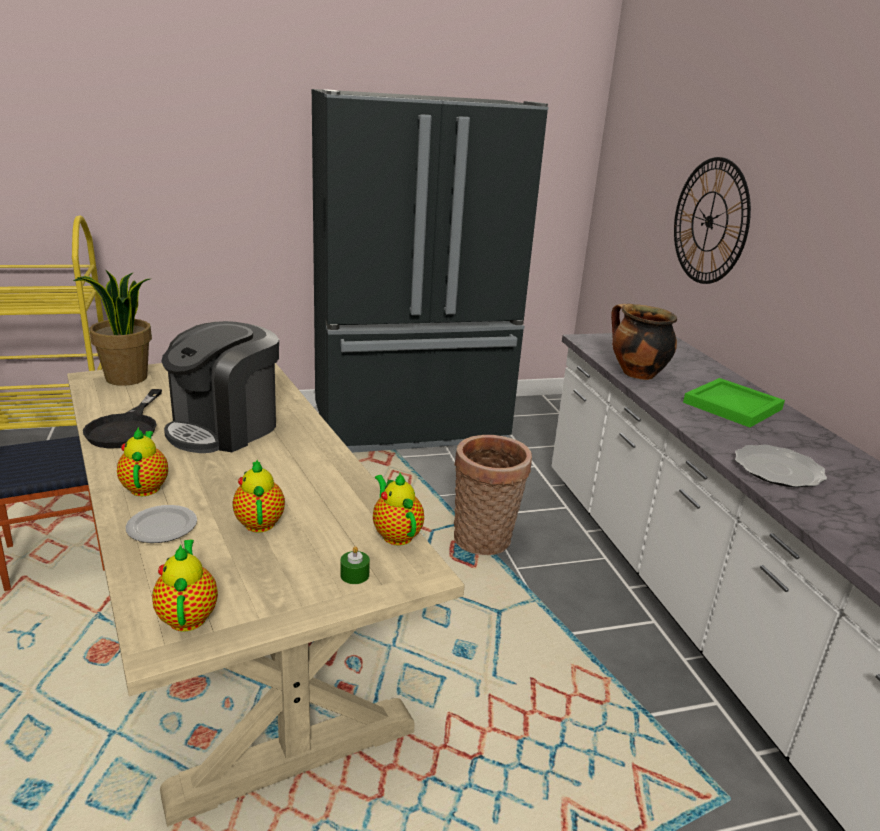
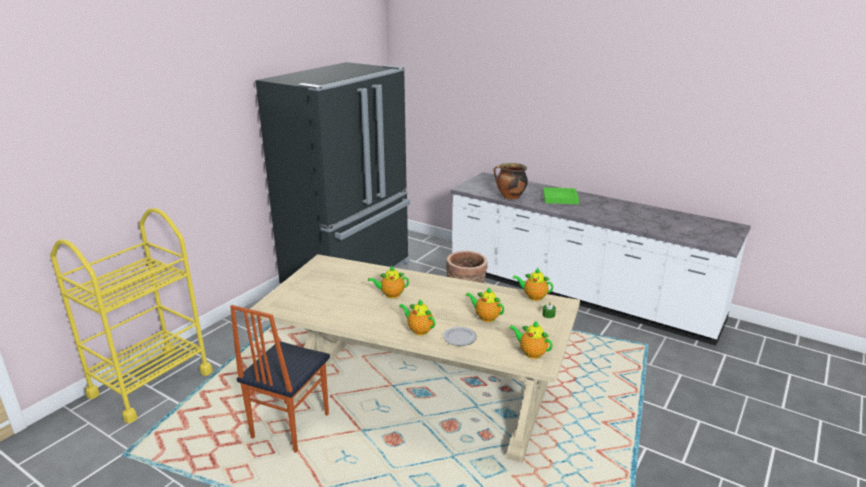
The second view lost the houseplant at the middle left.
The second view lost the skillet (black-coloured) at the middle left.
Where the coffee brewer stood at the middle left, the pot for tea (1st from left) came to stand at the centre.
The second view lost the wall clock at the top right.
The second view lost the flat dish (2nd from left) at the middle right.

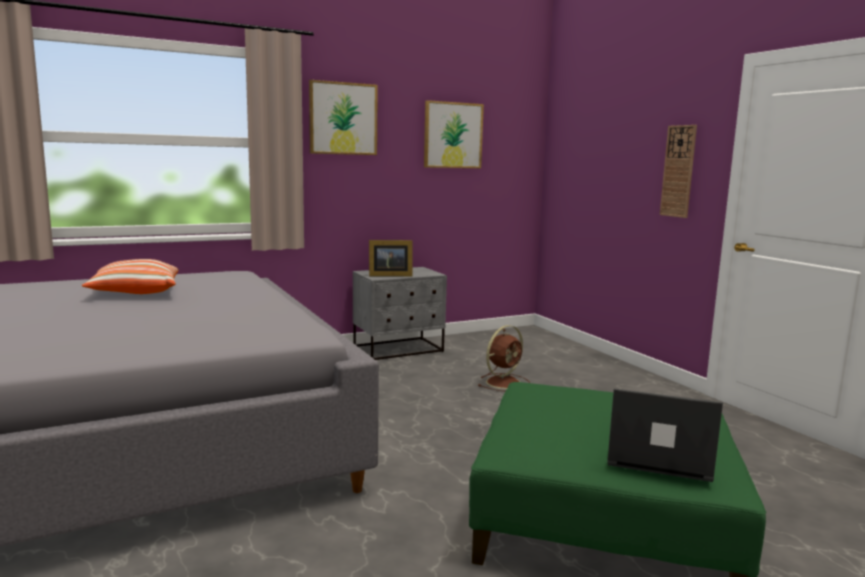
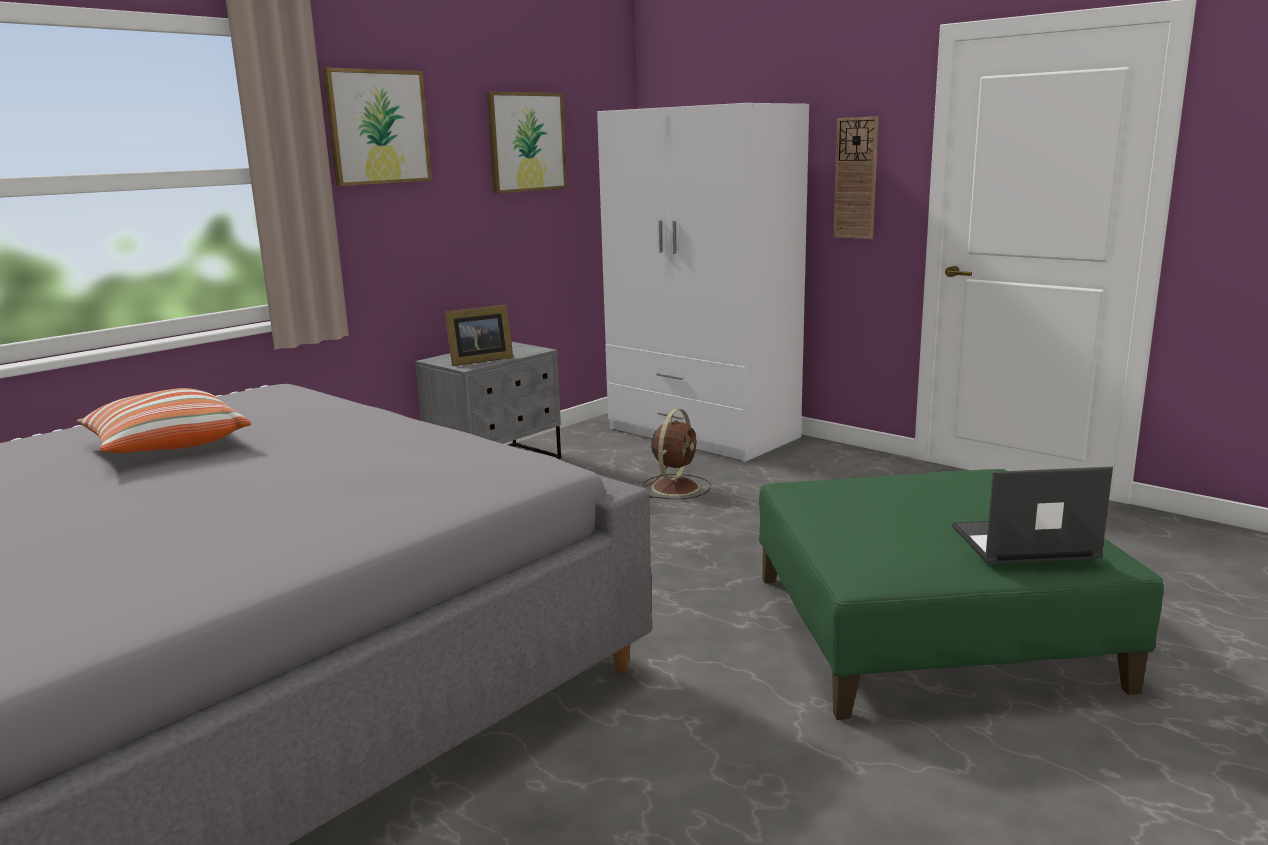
The second view gained the wardrobe (white) at the centre.

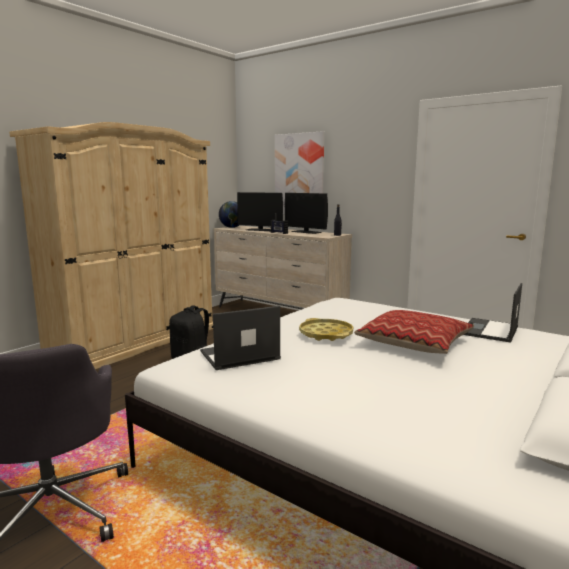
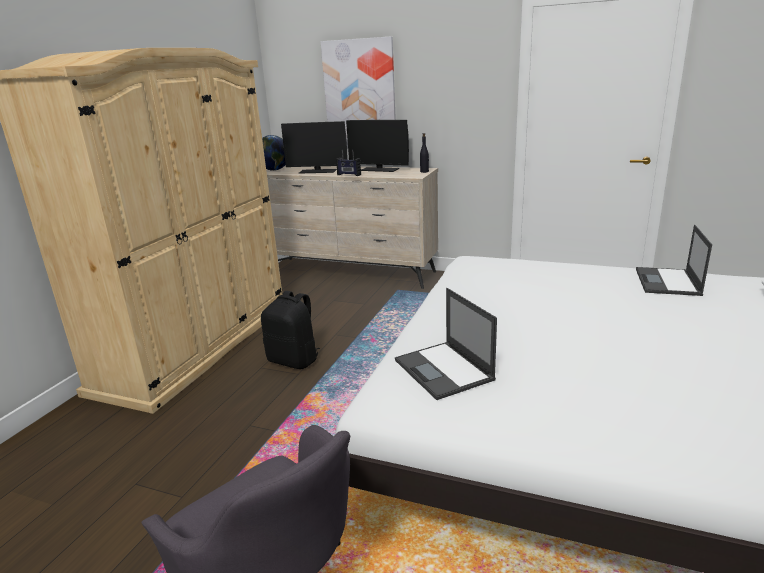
The portable computer (1st from left) at the centre ended up facing another way, 75 degrees counterclockwise from before.
The second view lost the serving tray (yellow-coloured) at the centre.
The second view lost the pillow at the middle right.

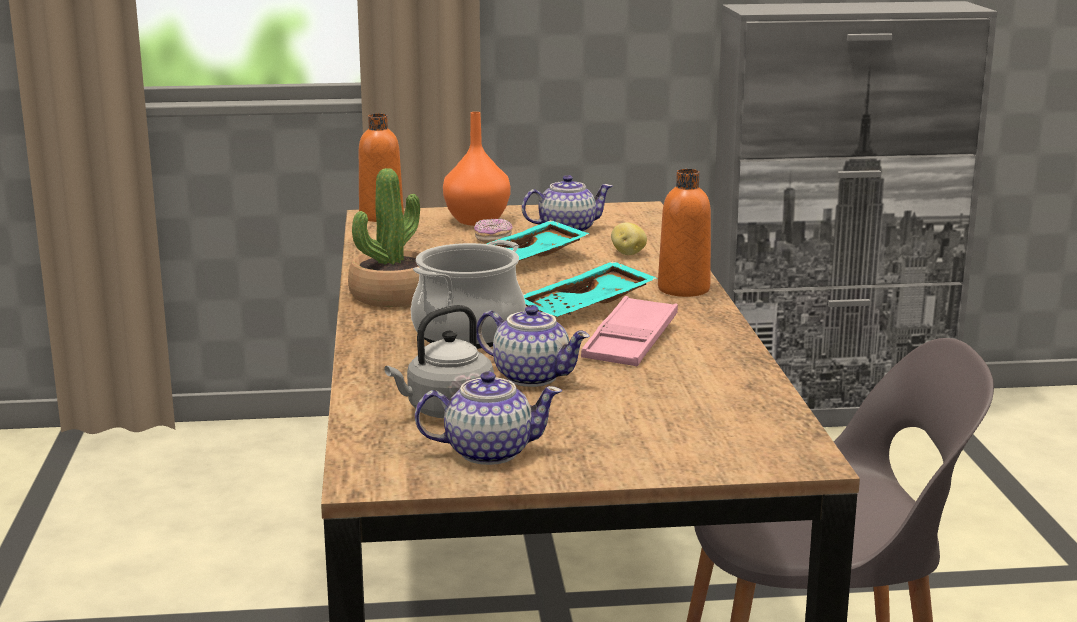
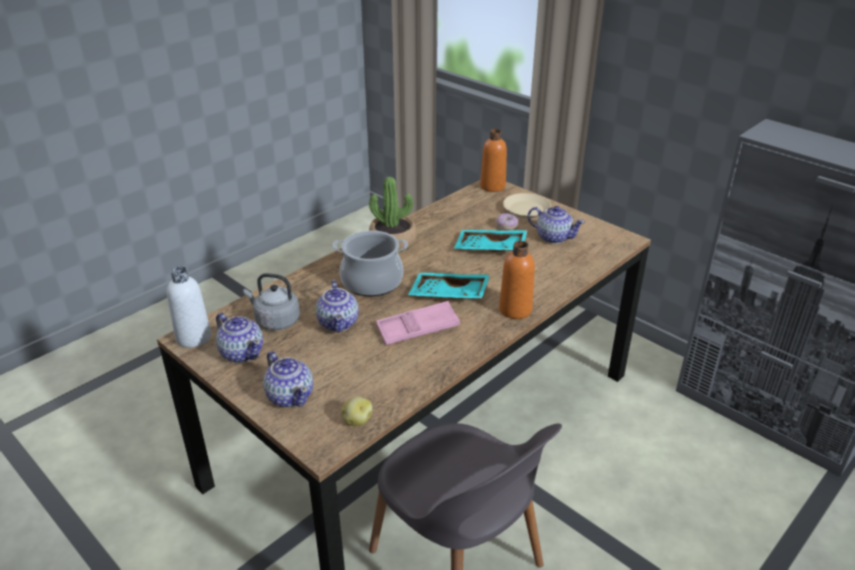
Where the flower vase (orangey) stood at the top centre, the flat dish (beige-coloured) came to stand at the centre.
The spud ended up elsewhere, having gone from the centre to the bottom centre.
The second view gained the bottle (white) at the middle left.
The second view gained the pot for tea (2nd from left) at the centre.

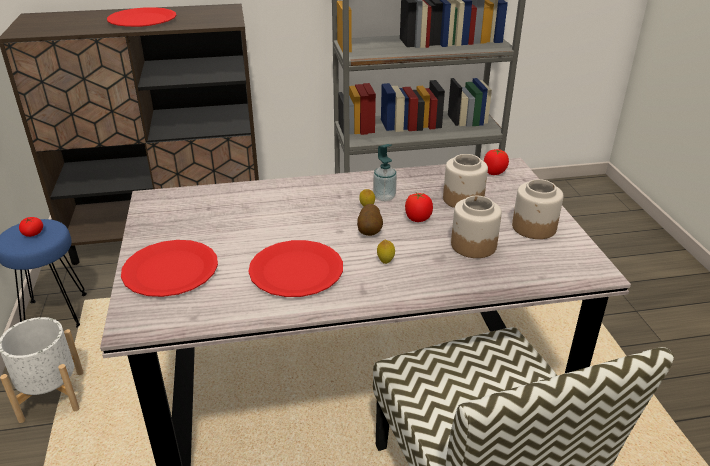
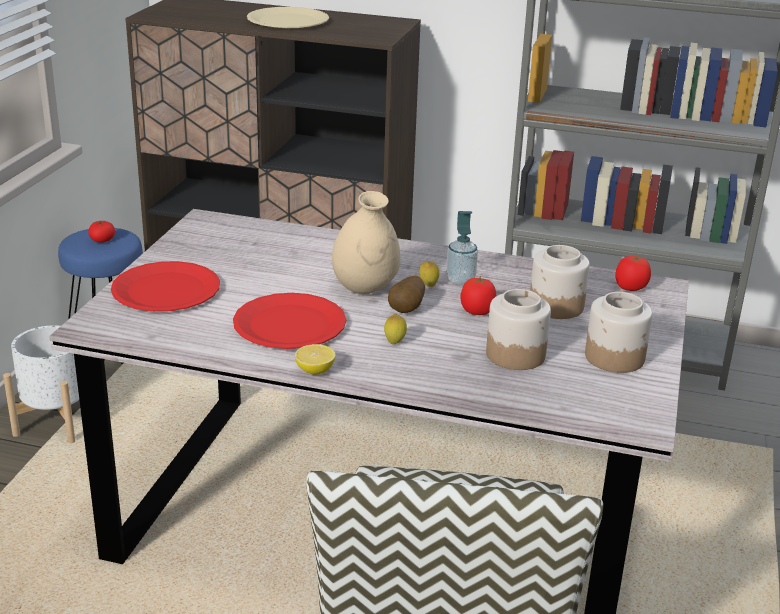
What was the flat dish (reddish) (1st from left) at the top left turned into the flat dish (beige-coloured) at the top centre.
The second view gained the citrus fruit (1st from left) at the centre.
The second view gained the flower vase (beige-coloured) at the centre.

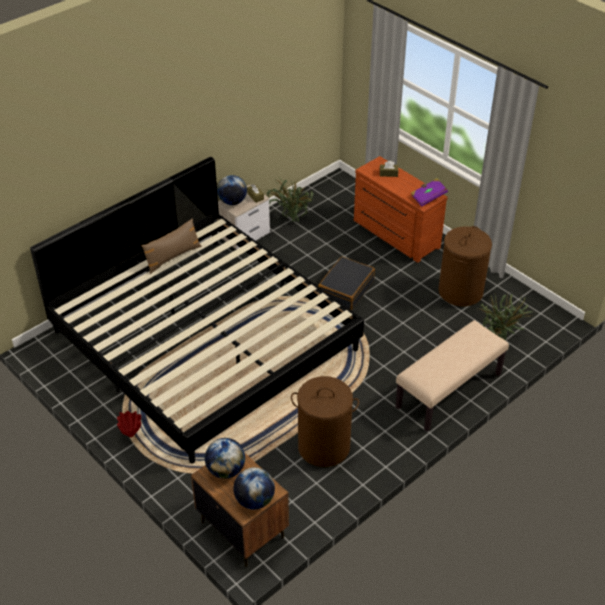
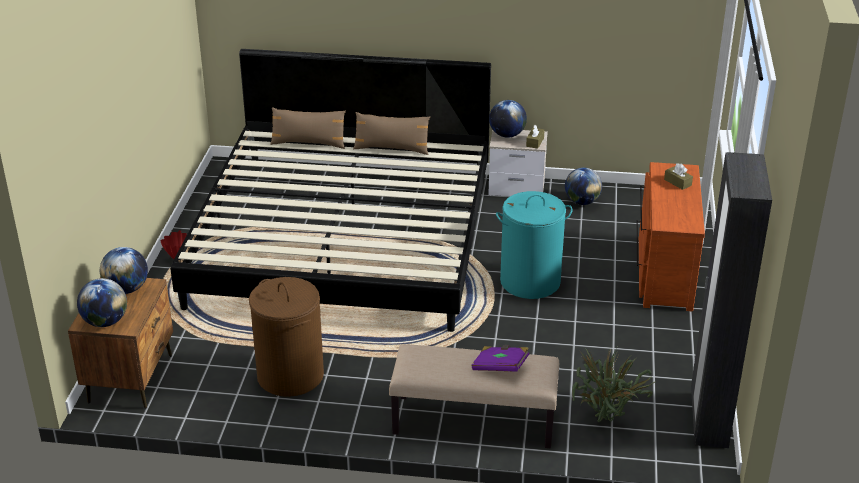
Where the houseplant (1st from left) stood at the top centre, the globe (4th from left) came to stand at the middle right.
Where the travel case (black-coloured) stood at the centre, the washing basket (turquoise) came to stand at the centre.
The volume (purplish) ended up elsewhere, having gone from the top right to the bottom centre.
The second view lost the washing basket (brown) (2nd from left) at the middle right.
The second view gained the pillow (brown) (1st from left) at the top centre.
The second view gained the wardrobe (black-coloured) at the middle right.

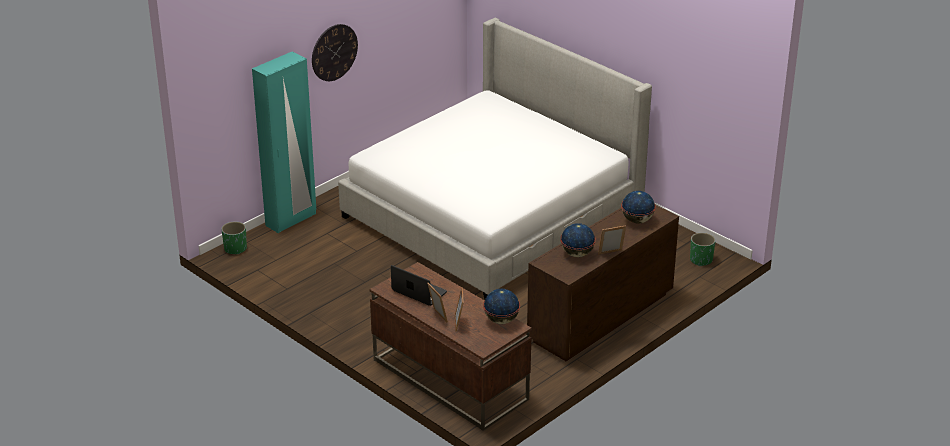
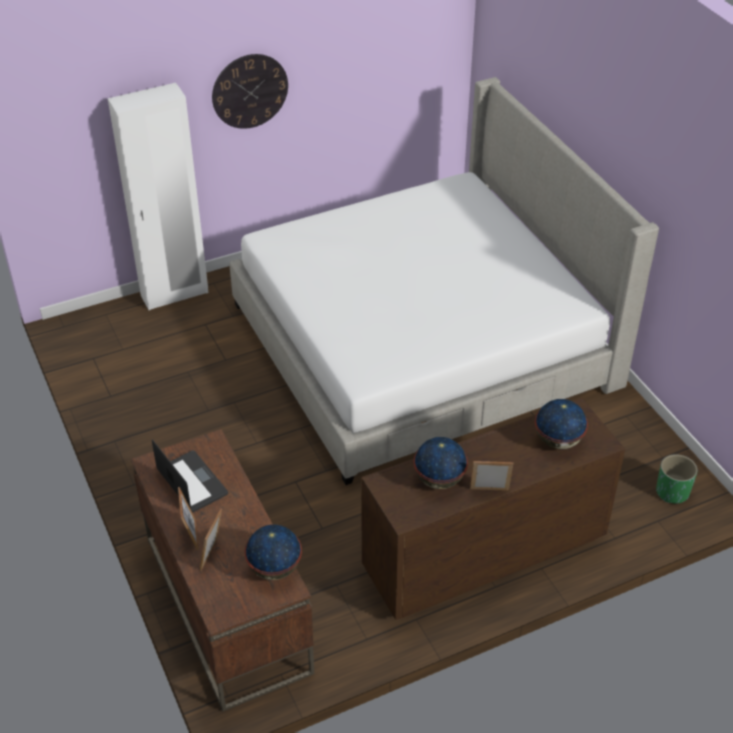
The second view lost the flower pot (green) (1st from left) at the middle left.
What was the wardrobe (turquoise) at the top left turned into the wardrobe (white) at the top left.

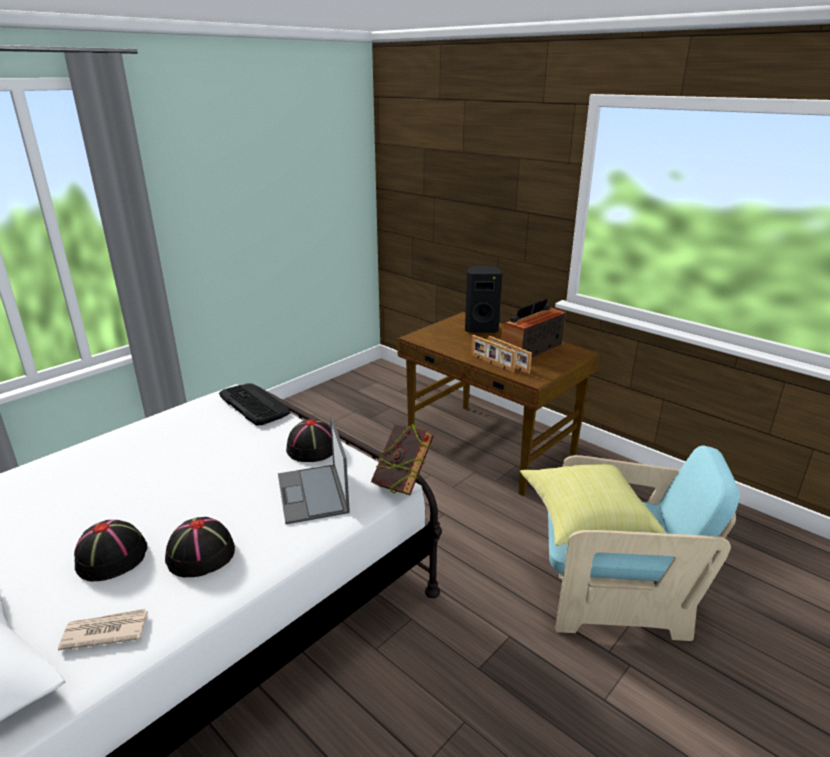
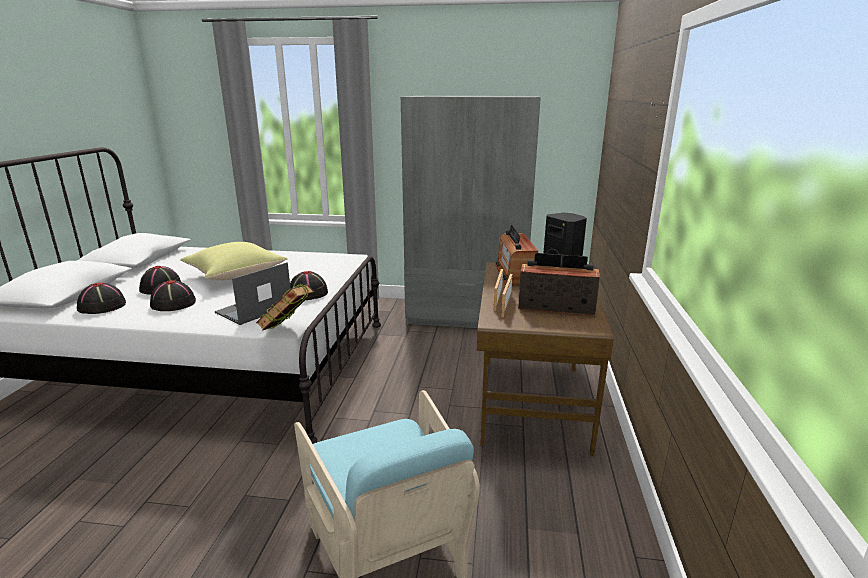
Where the printed paper stood at the bottom left, the hat (black-coloured) (1st from left) came to stand at the middle left.
The second view lost the PC keyboard at the middle left.
The pillow (yellow-coloured) ended up elsewhere, having gone from the middle right to the middle left.
The second view gained the wardrobe (gray) at the centre.
The second view gained the radio (1st from left) at the centre.

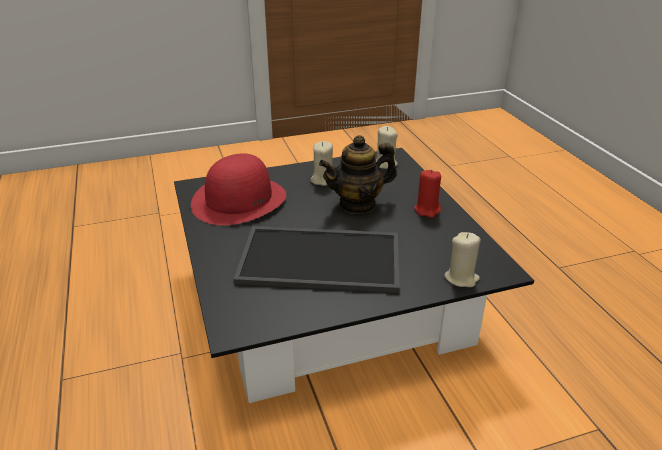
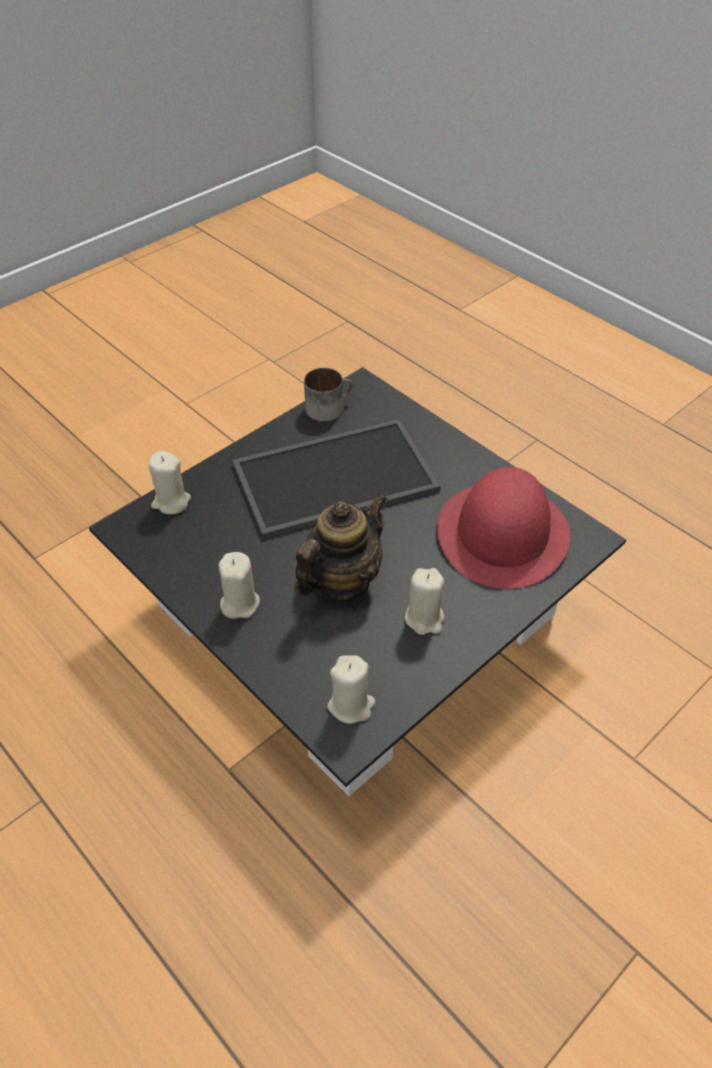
What was the candle (reddish) at the centre turned into the candle (beige-coloured) (2nd from left) at the centre.
The second view gained the mug at the centre.

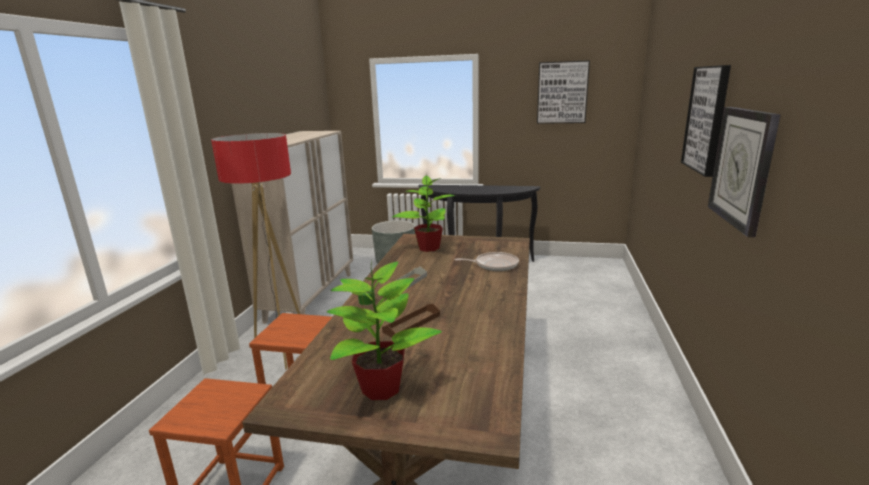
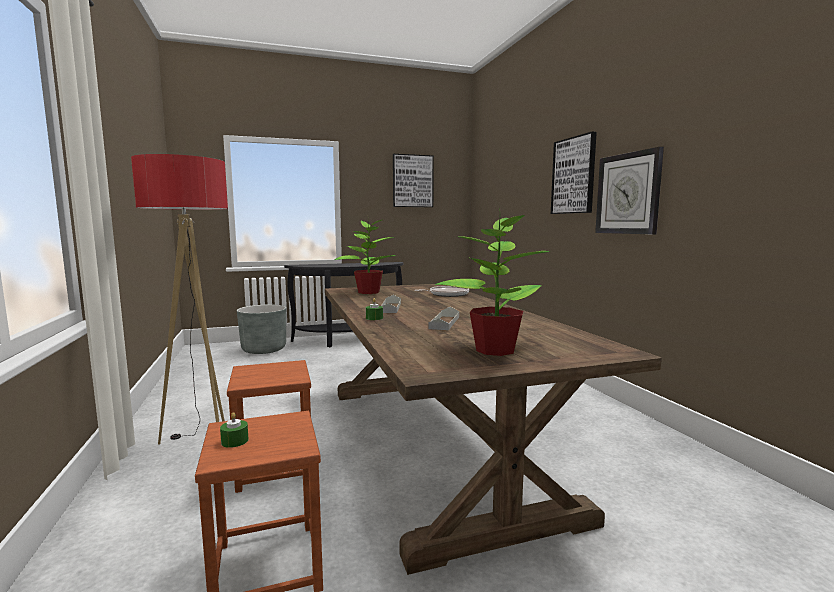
The second view lost the cupboard (beige-coloured) at the centre.
What was the serving tray (brown) at the centre turned into the serving tray (gray) (2nd from left) at the centre.
The second view gained the candle (green) (1st from left) at the bottom left.

